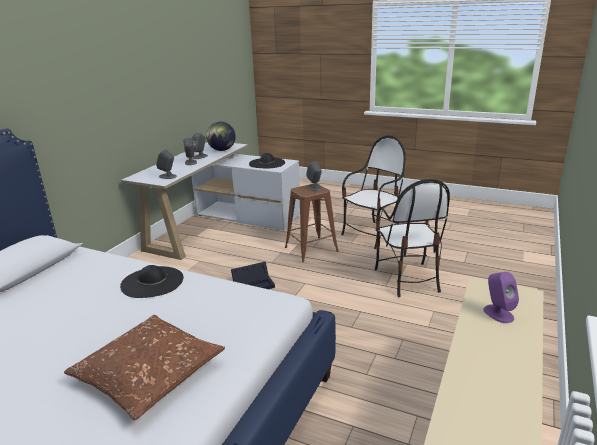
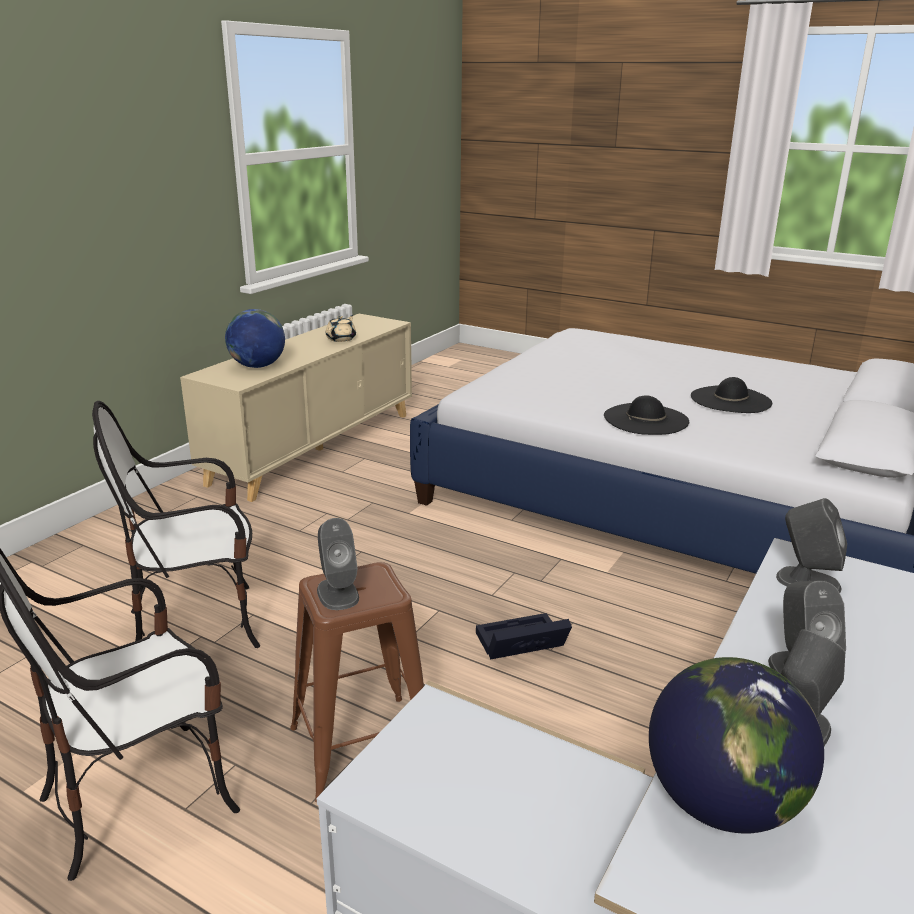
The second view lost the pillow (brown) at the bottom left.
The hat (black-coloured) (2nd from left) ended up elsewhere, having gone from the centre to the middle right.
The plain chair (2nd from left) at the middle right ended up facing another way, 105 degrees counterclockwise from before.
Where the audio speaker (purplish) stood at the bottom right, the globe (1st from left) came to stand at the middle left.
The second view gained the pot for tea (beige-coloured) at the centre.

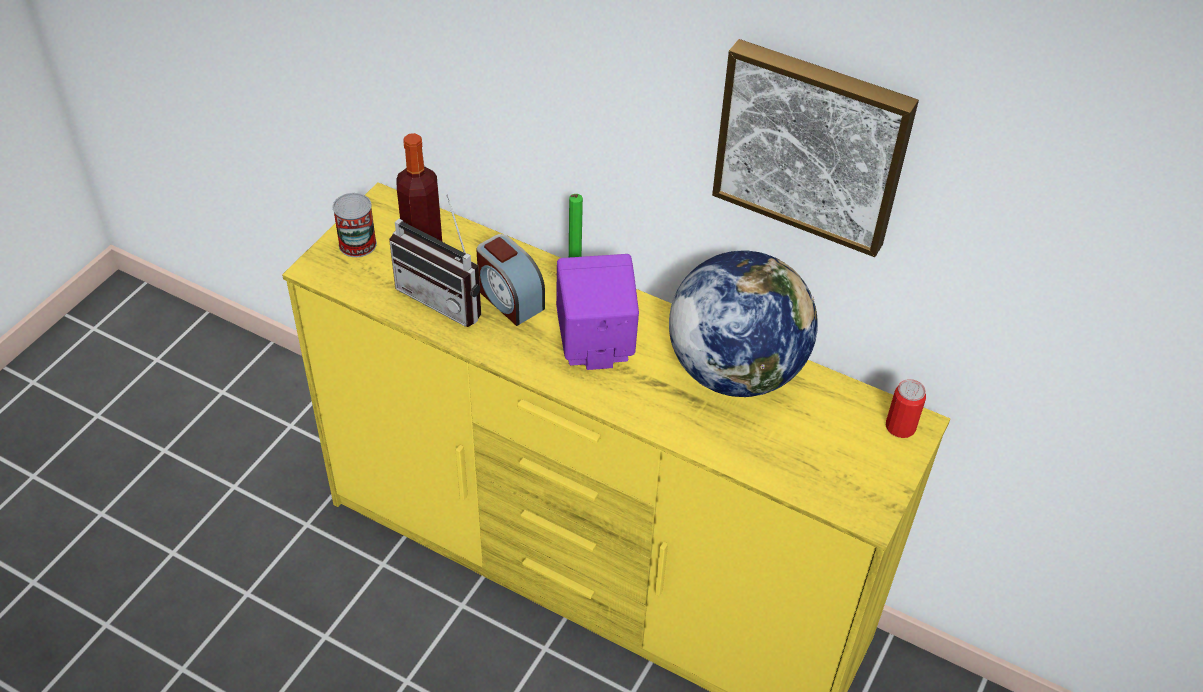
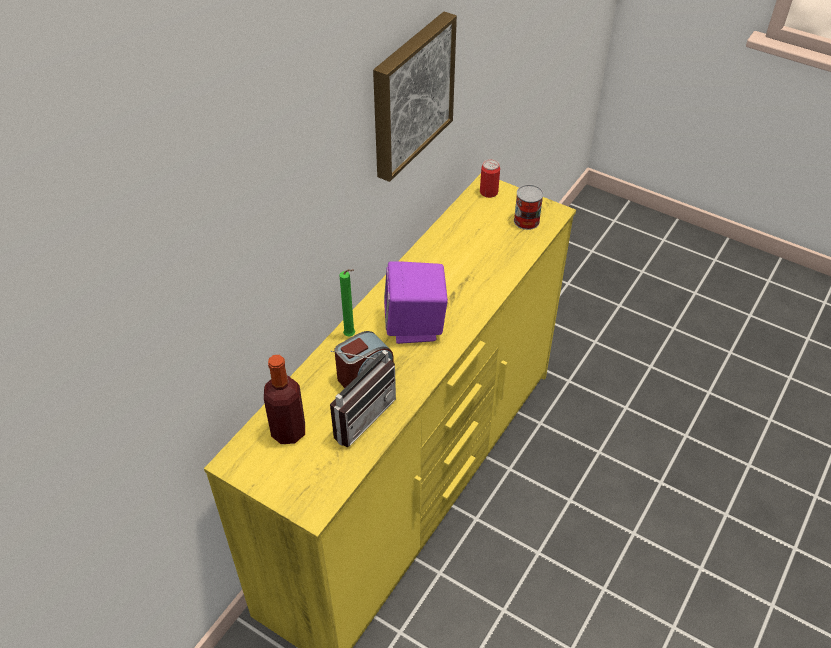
The metal can (1st from left in the first image) ended up elsewhere, having gone from the top left to the top centre.
The second view lost the globe at the centre.

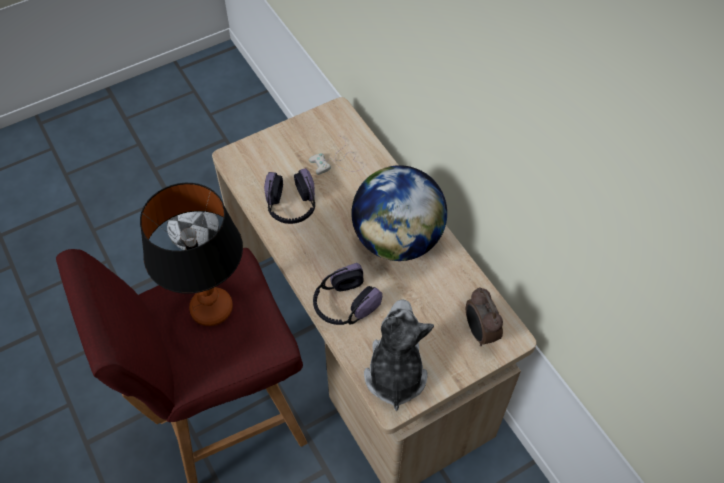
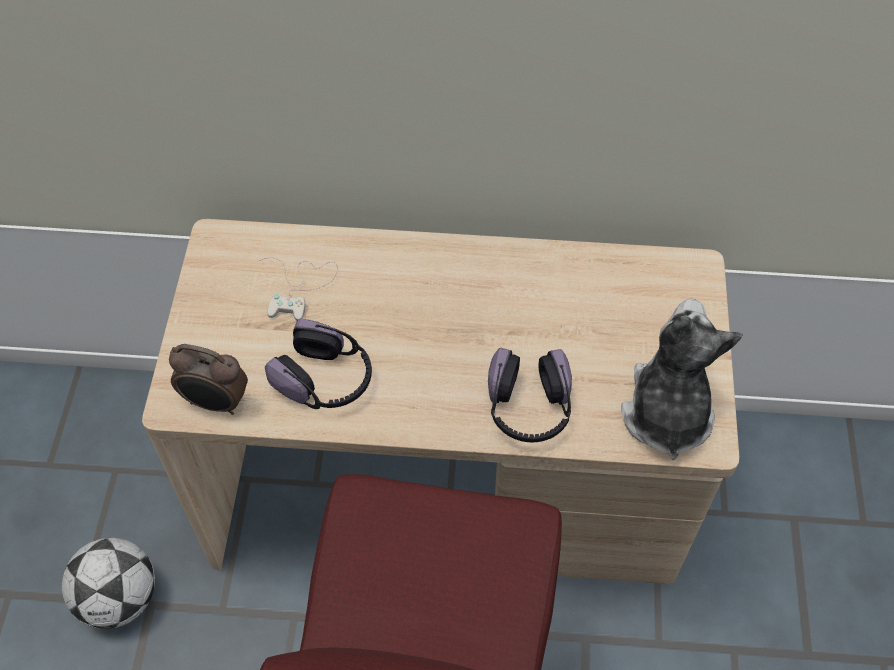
The second view lost the tabletop lamp at the middle left.
The second view lost the globe at the centre.
The soft toy at the bottom centre ended up facing another way, 60 degrees clockwise from before.
The bedside clock ended up elsewhere, having gone from the middle right to the middle left.

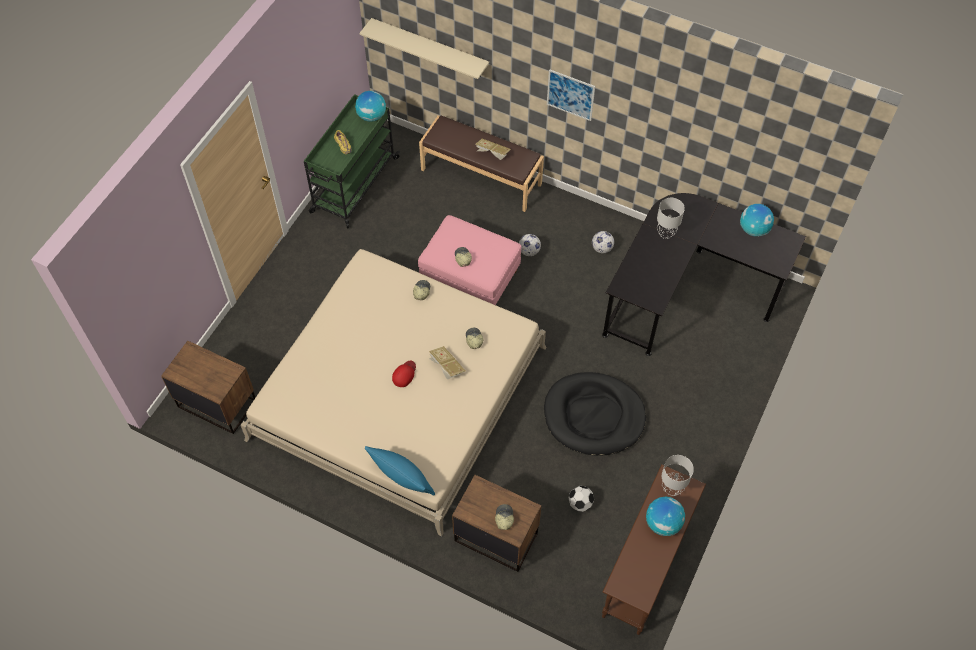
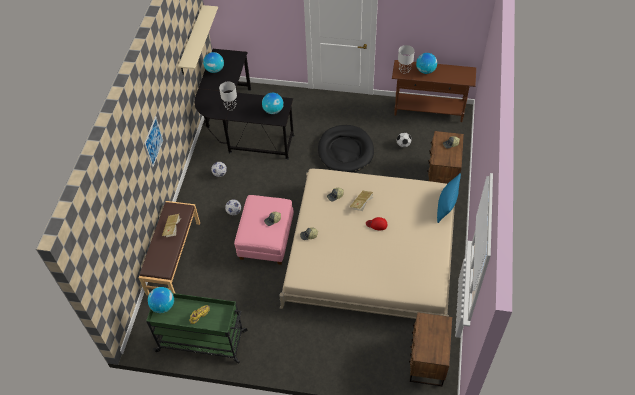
The bracket shelf (beige-coloured) ended up elsewhere, having gone from the top centre to the top left.
The second view gained the globe (3rd from left) at the top centre.

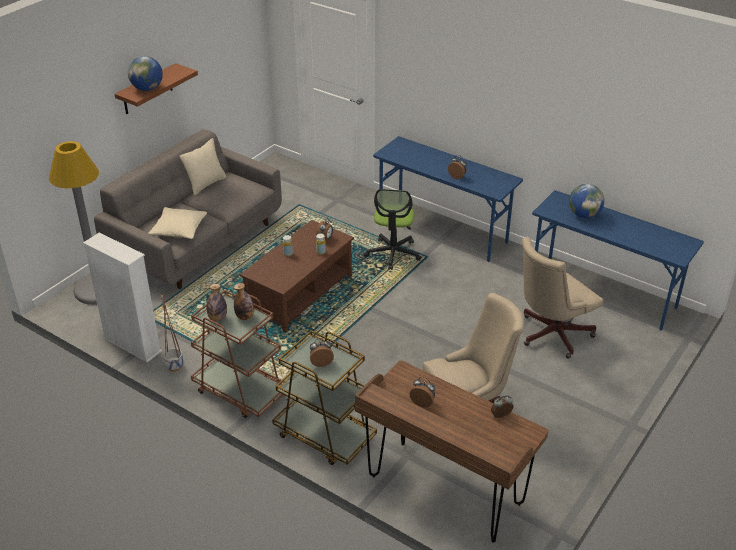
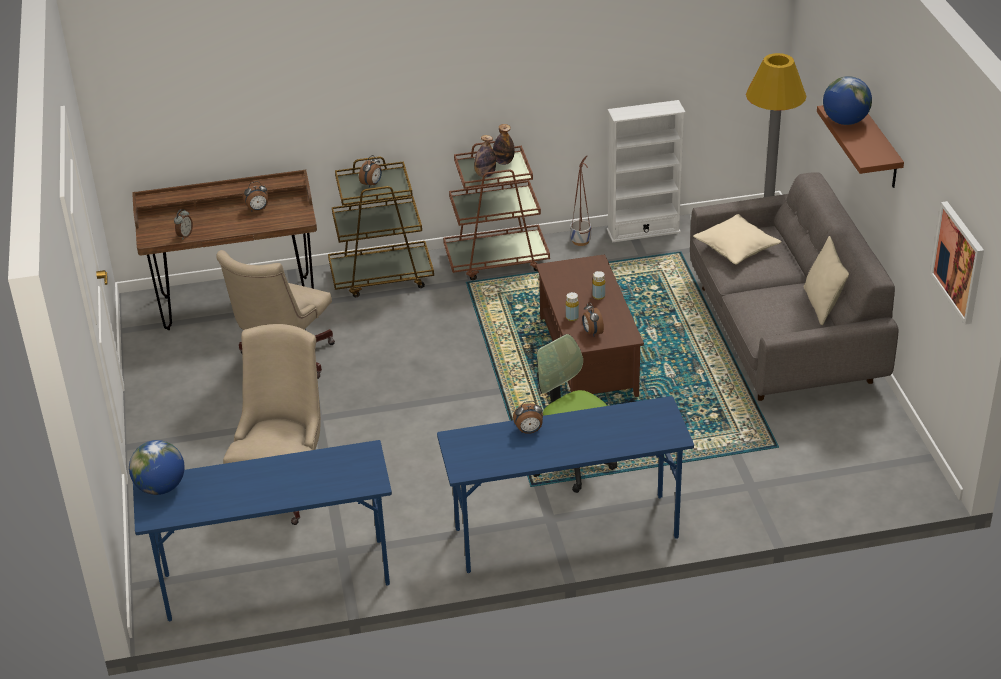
The globe (2nd from left in the first image) ended up elsewhere, having gone from the middle right to the bottom left.
The second view gained the picture at the middle right.

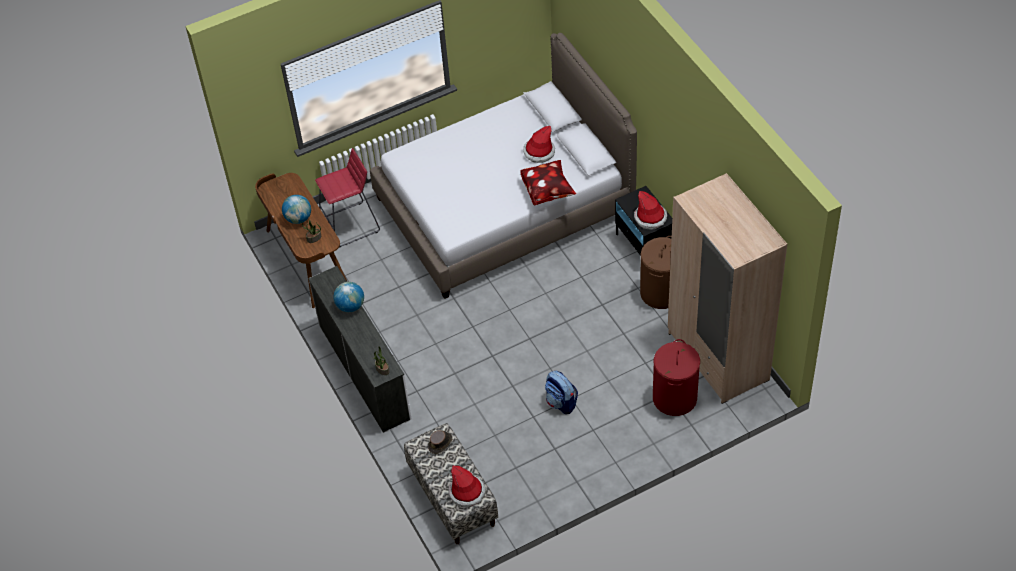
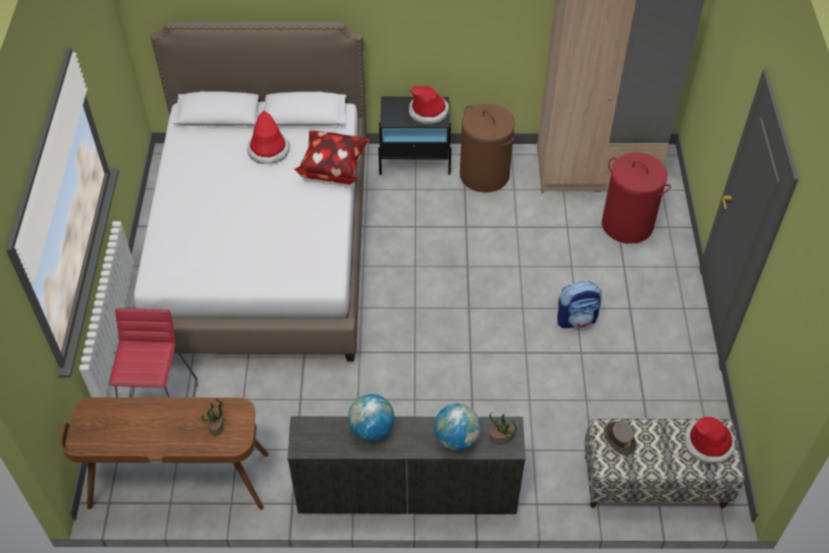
The globe (1st from left in the first image) ended up elsewhere, having gone from the middle left to the bottom centre.

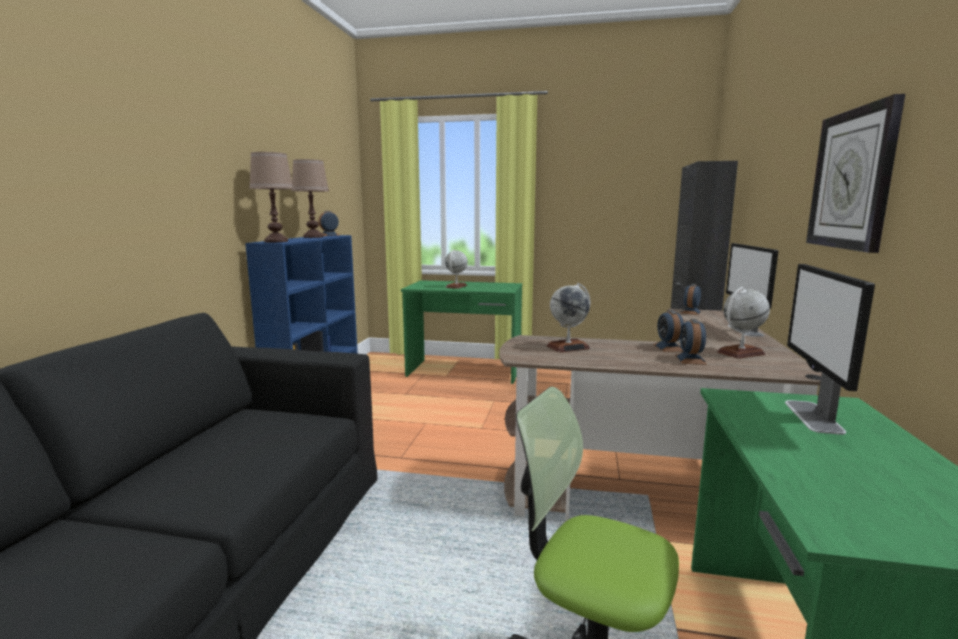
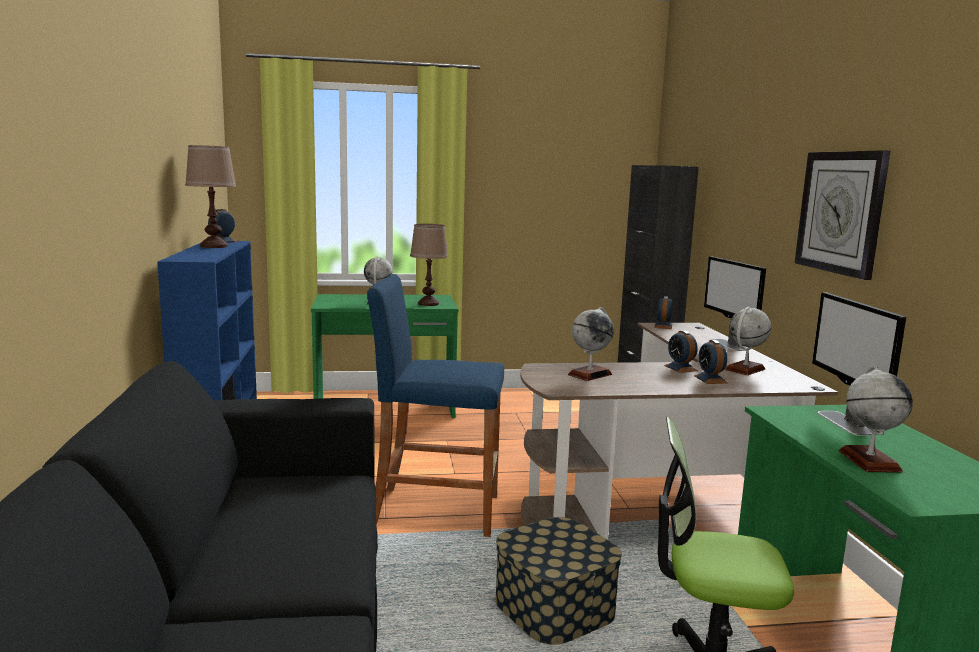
The tabletop lamp (brown) (1st from left in the first image) ended up elsewhere, having gone from the top left to the centre.
The second view gained the stool seat (blue) at the centre.
The second view gained the storage box at the bottom centre.
The second view gained the globe (4th from left) at the middle right.

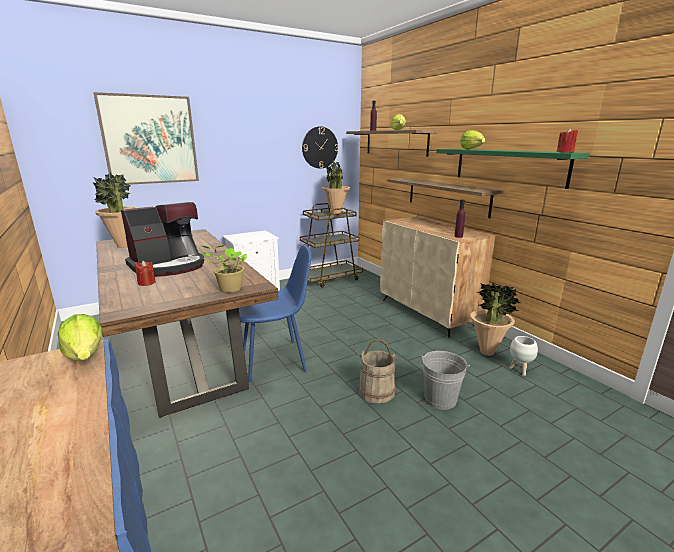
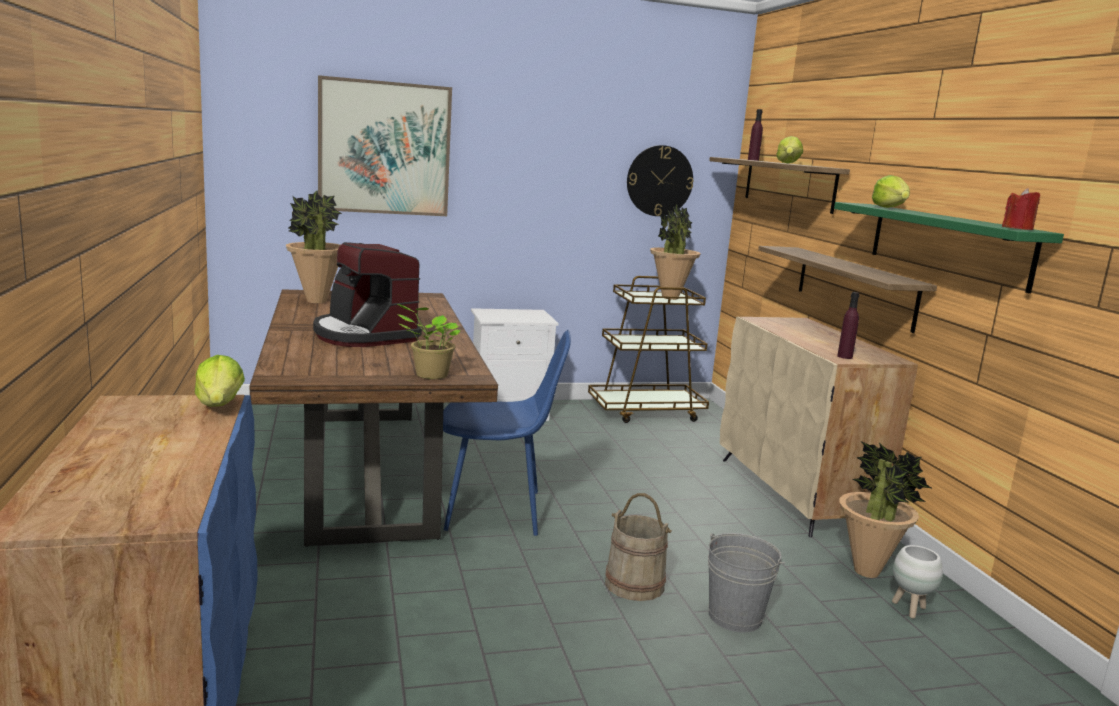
The coffee brewer at the middle left ended up facing another way, 75 degrees clockwise from before.
The second view lost the candle (reddish) (1st from left) at the middle left.

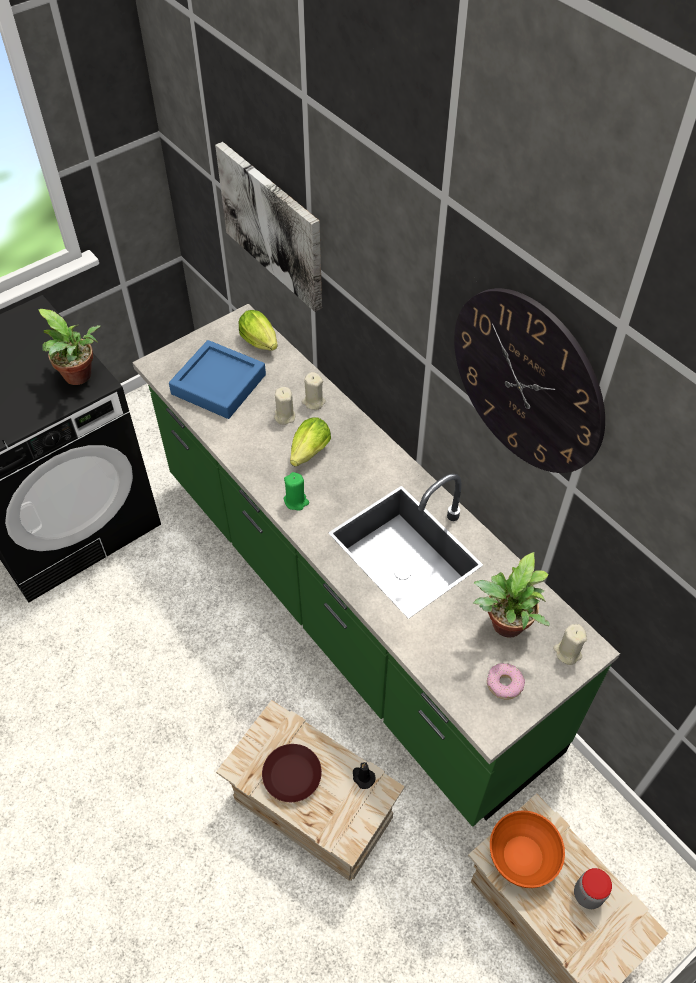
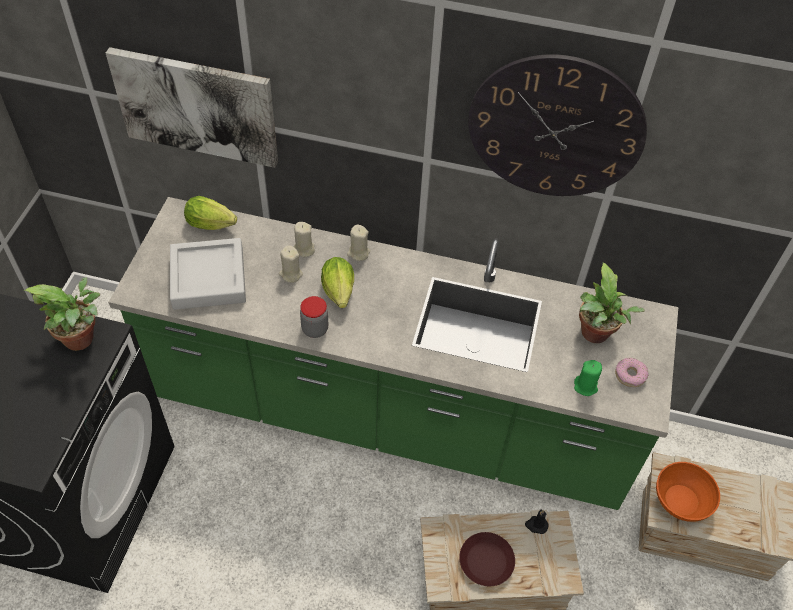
What was the serving tray (blue) at the middle left turned into the serving tray (gray) at the middle left.
The candle (green) ended up elsewhere, having gone from the centre to the middle right.
The candle (beige-coloured) (3rd from left) ended up elsewhere, having gone from the middle right to the centre.
The jar ended up elsewhere, having gone from the bottom right to the centre.

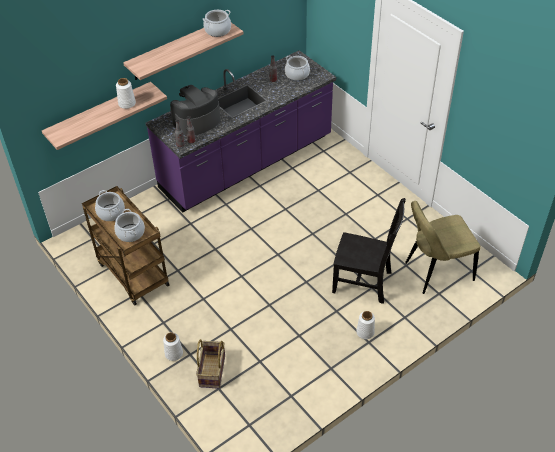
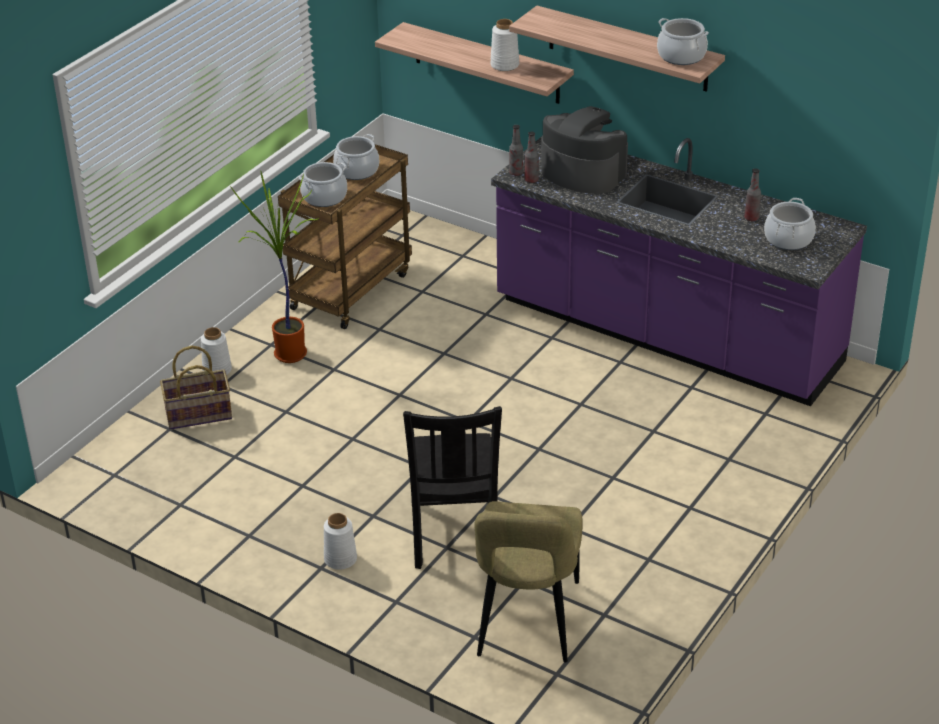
The plain chair (beige-coloured) at the middle right ended up facing another way, 135 degrees counterclockwise from before.
The second view gained the houseplant at the middle left.

